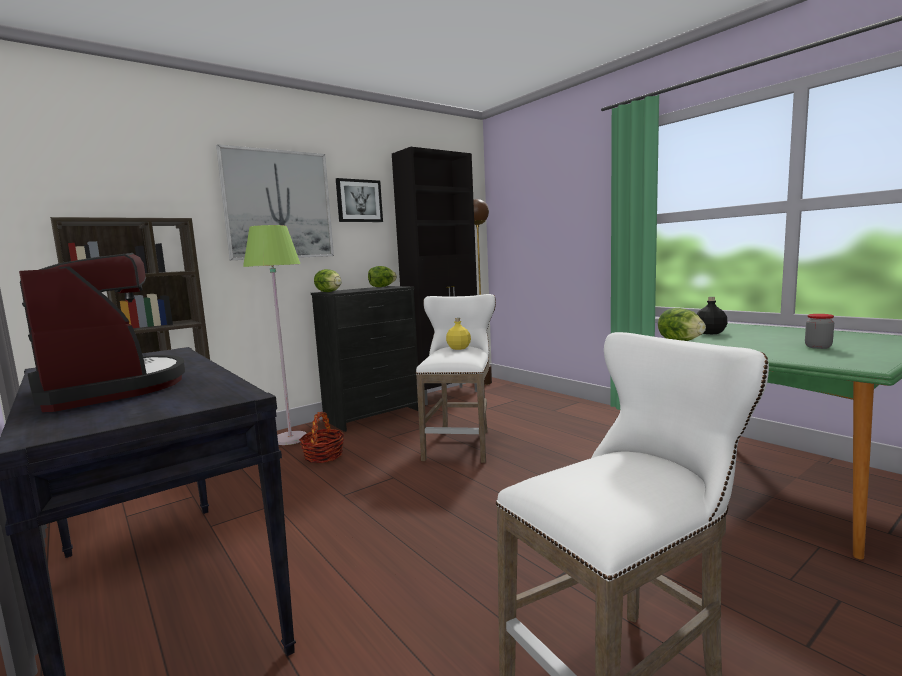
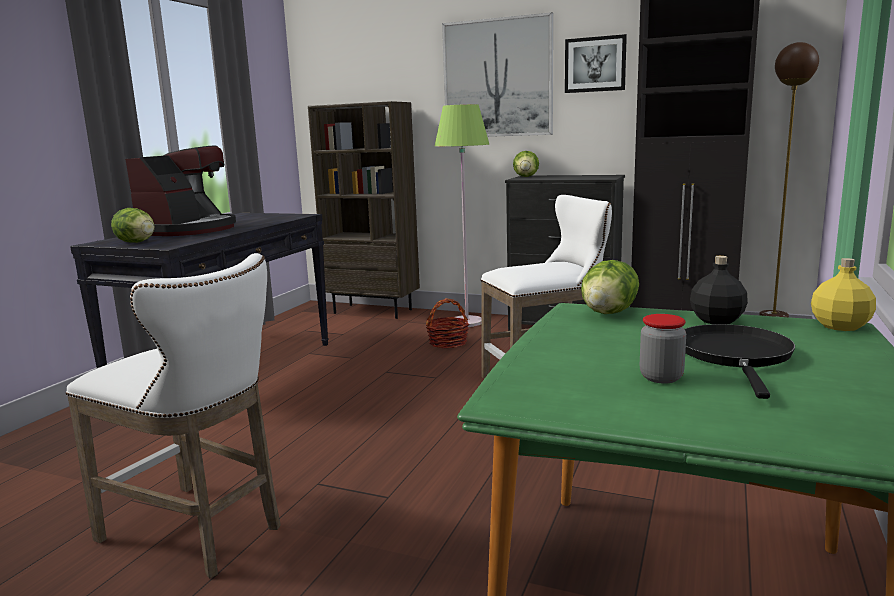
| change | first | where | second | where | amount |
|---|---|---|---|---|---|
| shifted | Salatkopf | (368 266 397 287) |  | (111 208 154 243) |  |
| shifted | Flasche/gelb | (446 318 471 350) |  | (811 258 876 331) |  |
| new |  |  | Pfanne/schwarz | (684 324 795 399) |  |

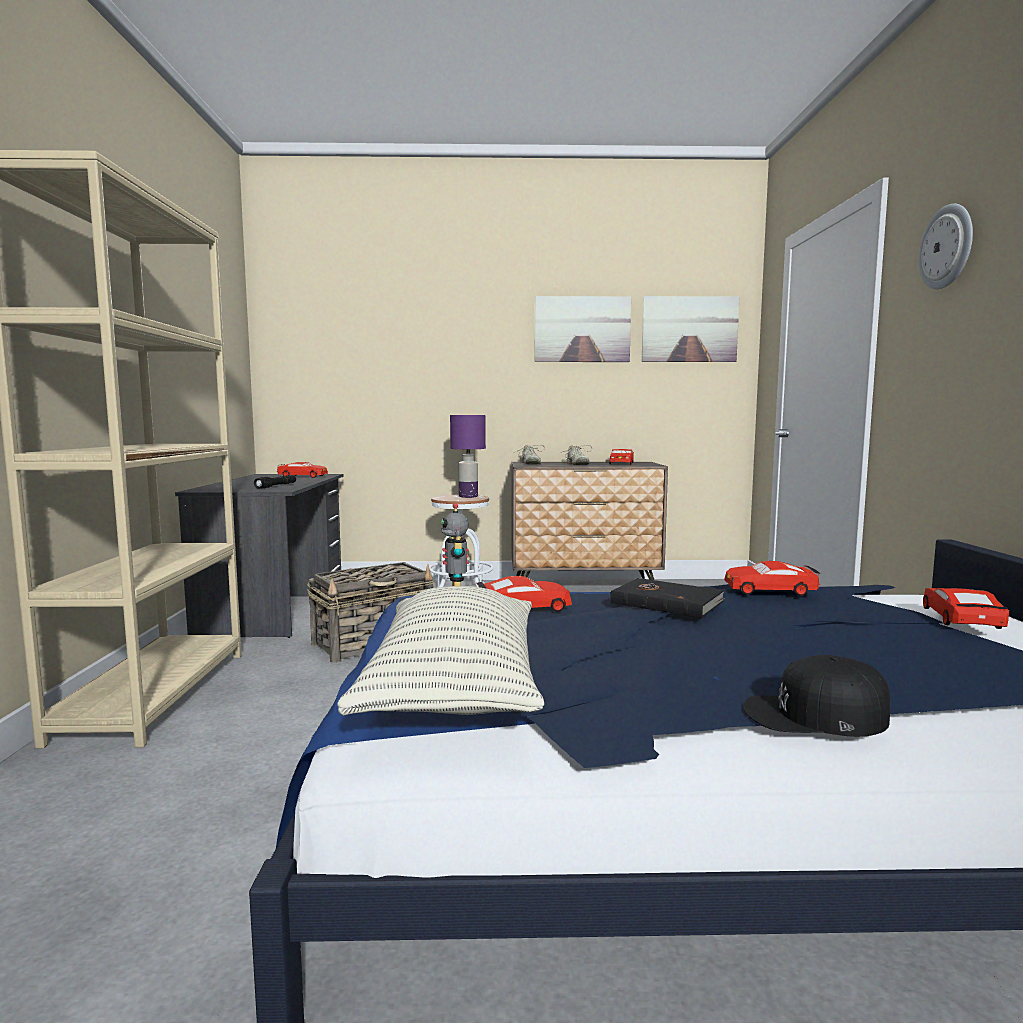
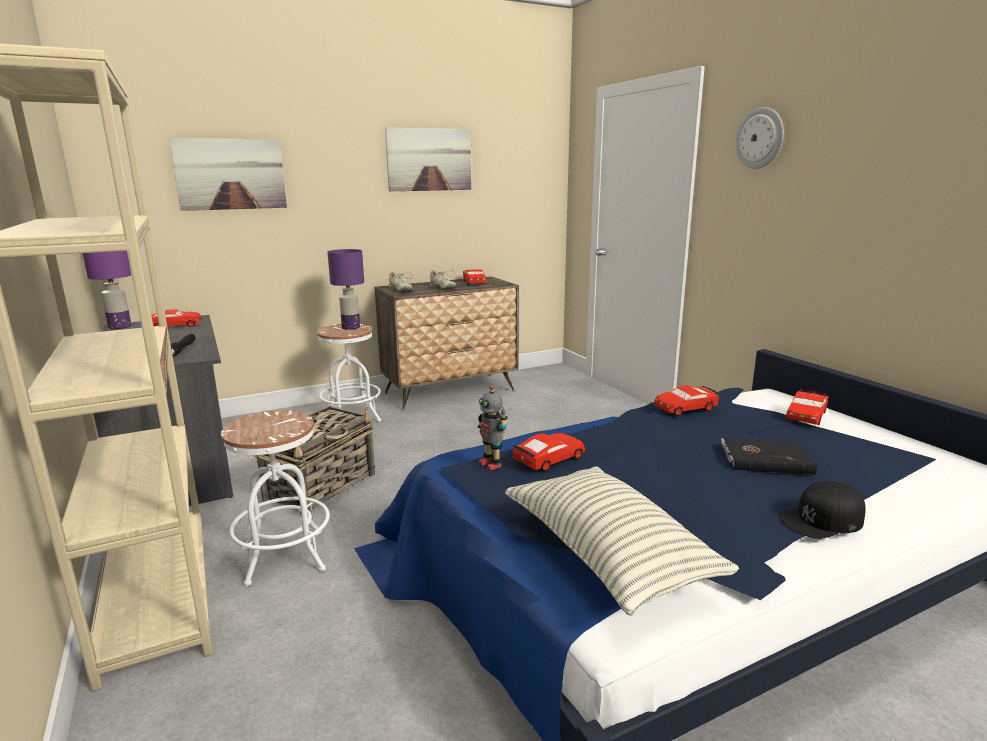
| change | first | where | second | where | amount |
|---|---|---|---|---|---|
| shifted | Buch/schwarz | (610 578 725 618) |  | (721 438 817 474) |  |
| shifted | Bild | (642 296 739 362) |  | (169 138 287 211) |  |
| rotated | Spielzeugauto/rot | (923 588 1009 629) |  | (786 390 829 425) | 135 degrees counterclockwise |
| new |  |  | Tischlampe/lila | (82 251 131 329) |  |
| new |  |  | Hocker/weiß | (221 410 330 586) |  |

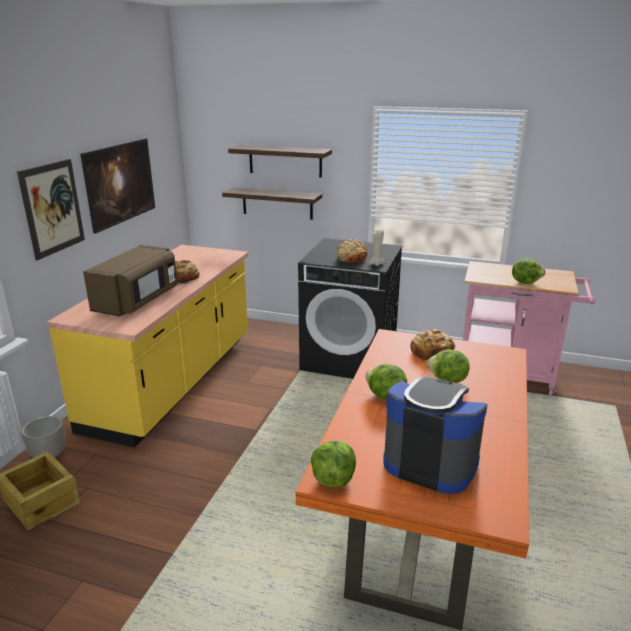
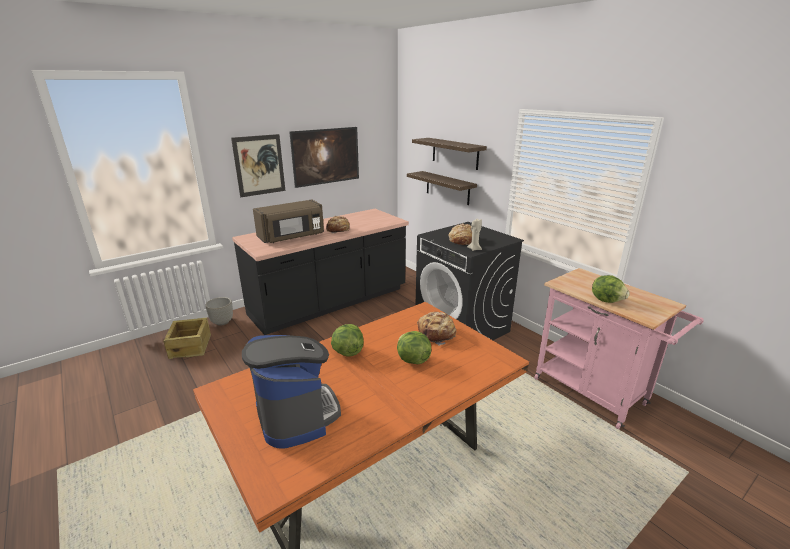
| change | first | where | second | where | amount |
|---|---|---|---|---|---|
| repainted | Küchenzeile/gelb | (47 245 248 447) | Küchenzeile/schwarz | (232 209 409 335) |  |
| gone | Salatkopf | (311 441 356 488) |  |  |  |

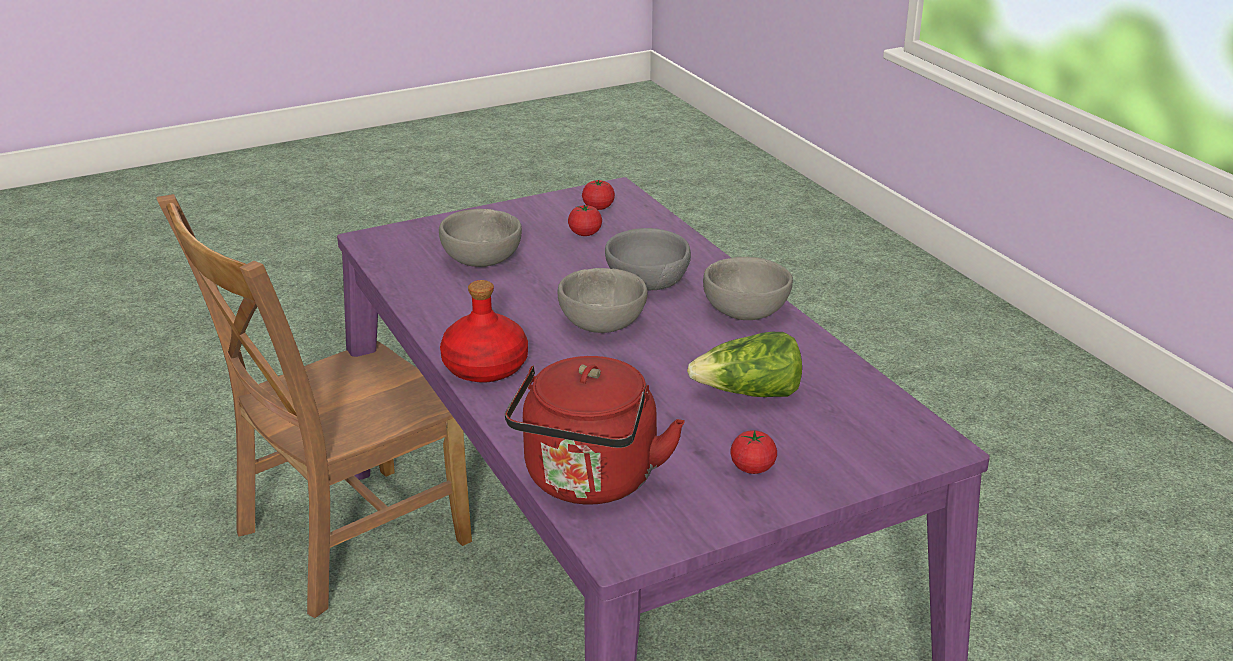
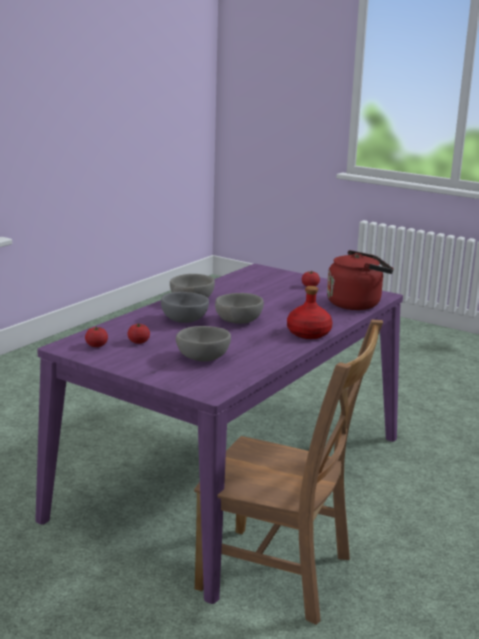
| change | first | where | second | where | amount |
|---|---|---|---|---|---|
| gone | Salatkopf | (687 332 802 397) |  |  |  |

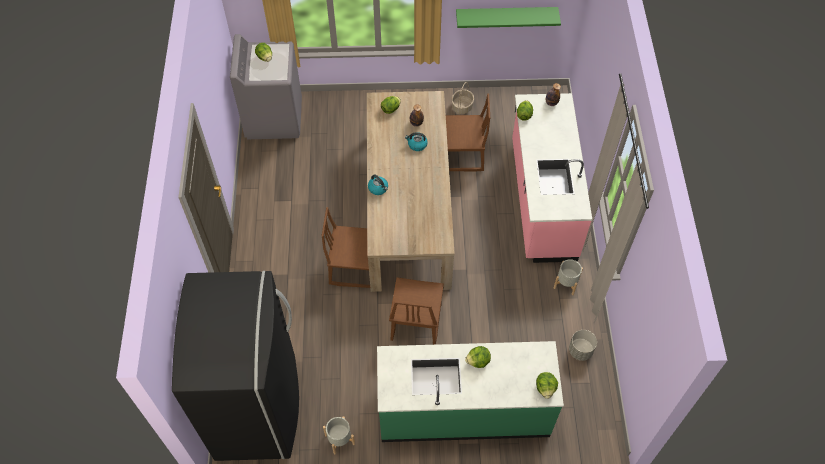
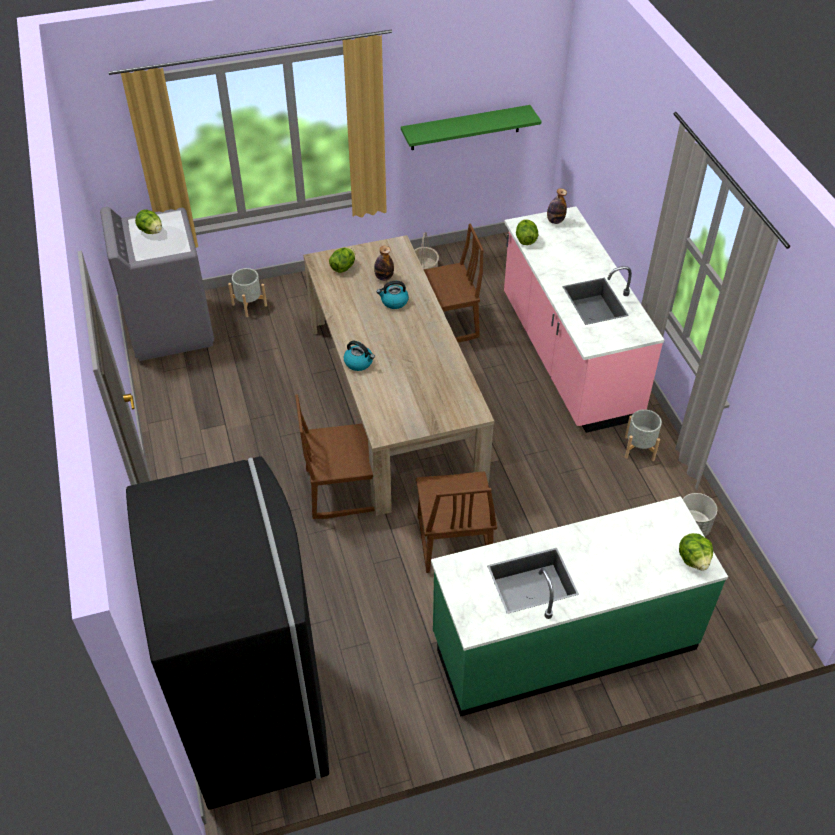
| change | first | where | second | where | amount |
|---|---|---|---|---|---|
| shifted | Pflanzkübel/grau | (323 416 355 454) |  | (228 268 267 317) |  |
| gone | Salatkopf | (465 346 491 368) |  |  |  |

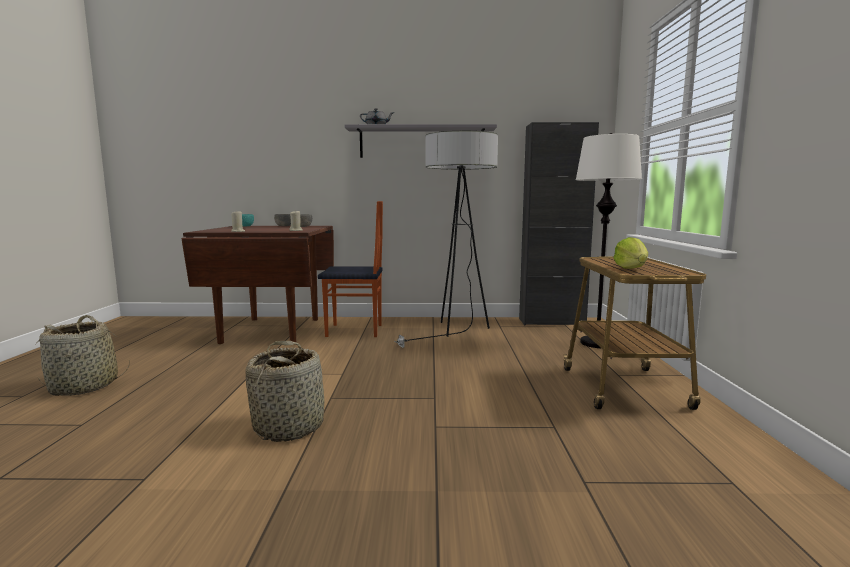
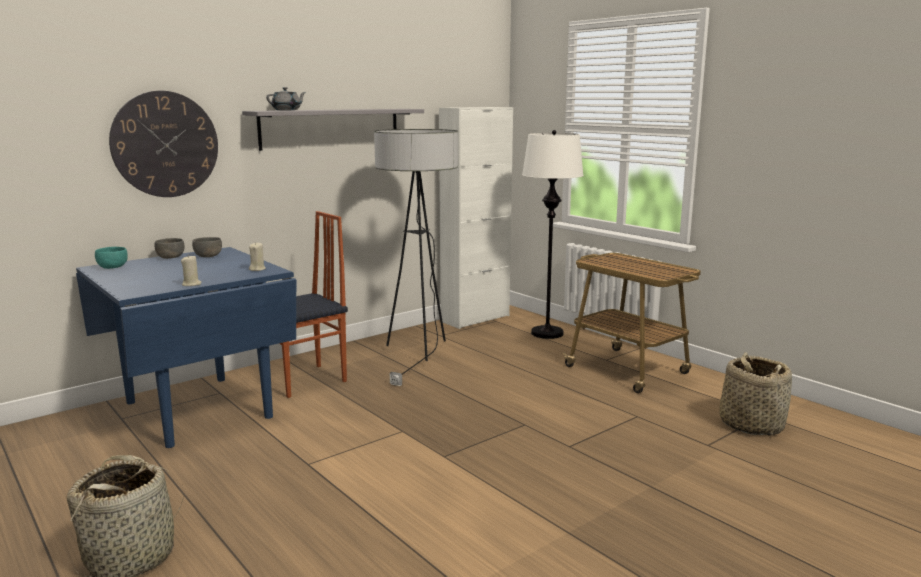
| change | first | where | second | where | amount |
|---|---|---|---|---|---|
| repainted | Esstisch/braun | (181 226 334 344) | Esstisch/blau | (76 247 296 448) |  |
| shifted | Korb | (245 341 324 442) |  | (719 352 792 436) |  |
| repainted | Schrank/schwarz | (519 122 599 325) | Schrank/weiß | (439 107 513 329) |  |
| gone | Salatkopf | (614 237 648 269) |  |  |  |
| new |  |  | Wanduhr | (109 91 218 197) |  |

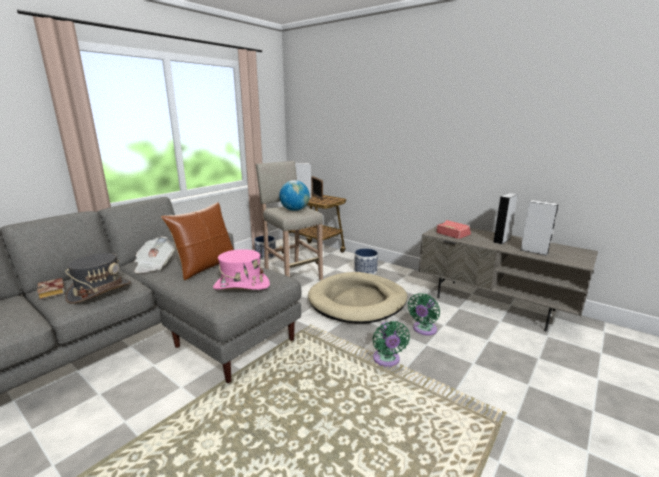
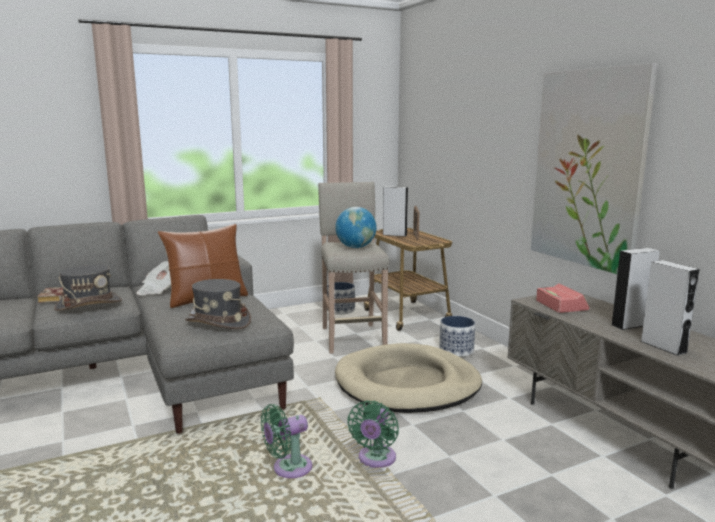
| change | first | where | second | where | amount |
|---|---|---|---|---|---|
| repainted | Hut/rosa | (213 249 270 290) | Hut/grau | (185 279 251 329) |  |
| shifted | Ventilator/grün | (408 293 440 335) |  | (261 404 312 478) |  |
| new |  |  | Bild | (531 63 658 274) |  |

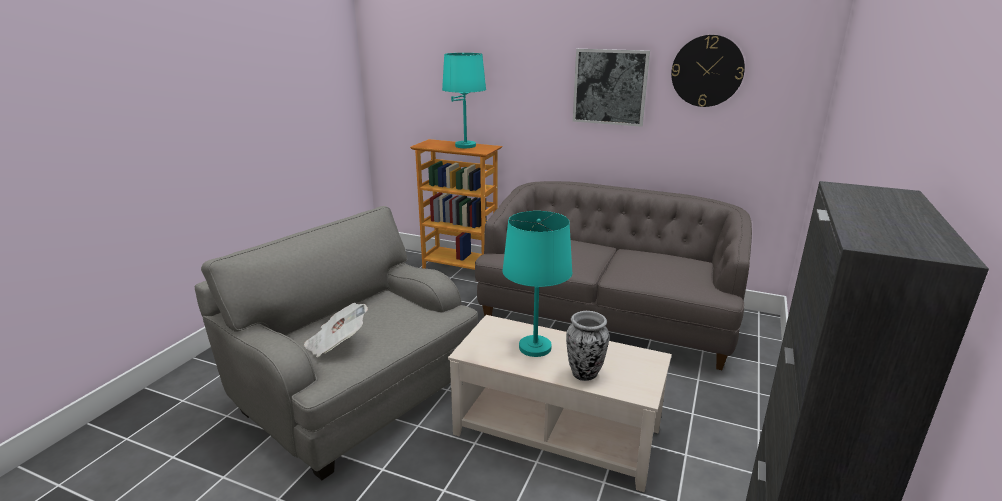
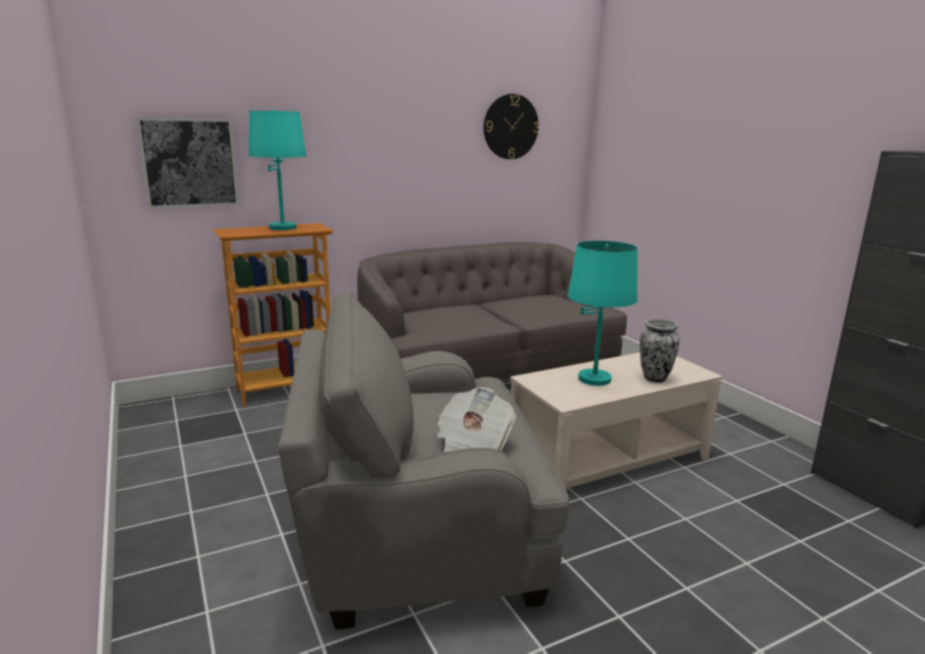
| change | first | where | second | where | amount |
|---|---|---|---|---|---|
| shifted | Bild | (573 49 650 127) |  | (136 117 240 209) |  |

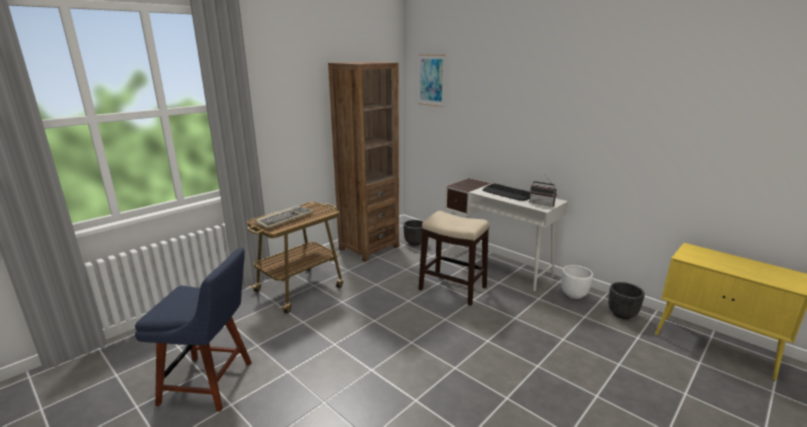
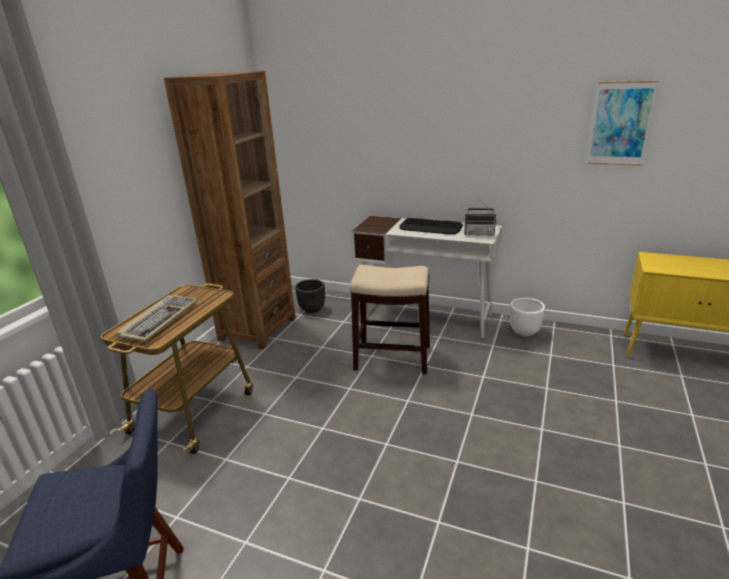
| change | first | where | second | where | amount |
|---|---|---|---|---|---|
| shifted | Bild | (418 54 445 107) |  | (586 81 659 166) |  |
| gone | Pflanzkübel/schwarz | (608 282 645 319) |  |  |  |

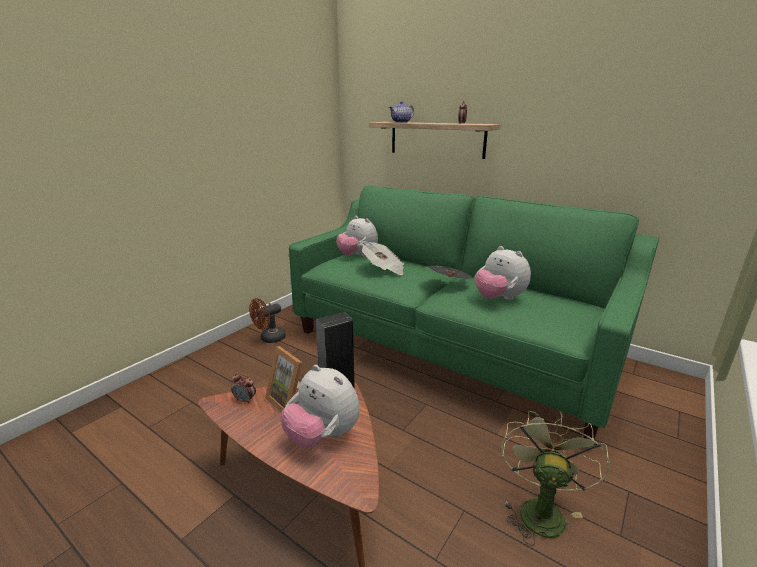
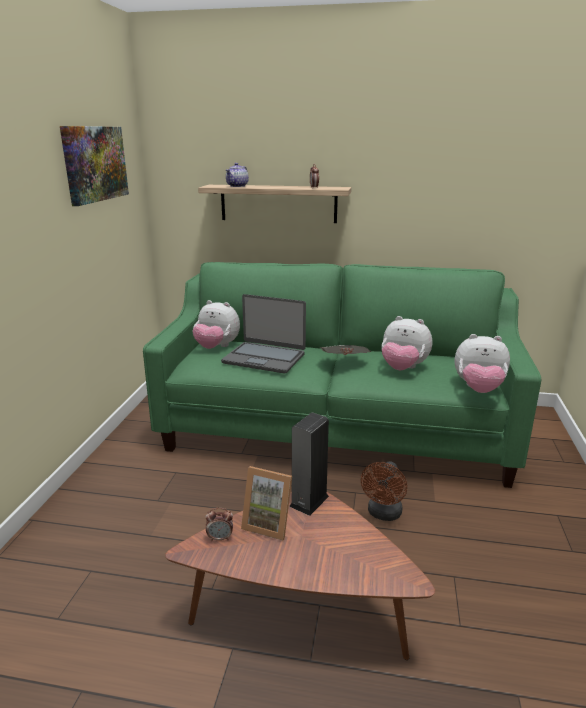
| change | first | where | second | where | amount |
|---|---|---|---|---|---|
| shifted | Ventilator/braun | (249 298 286 343) |  | (361 461 407 521) |  |
| shifted | Plüschtier | (280 365 360 448) |  | (454 334 510 393) |  |
| swapped | Zeitung | (361 241 404 275) | Laptop | (221 294 306 374) |  |
| gone | Ventilator/grün | (501 411 610 546) |  |  |  |
| new |  |  | Bild | (60 126 129 206) |  |

